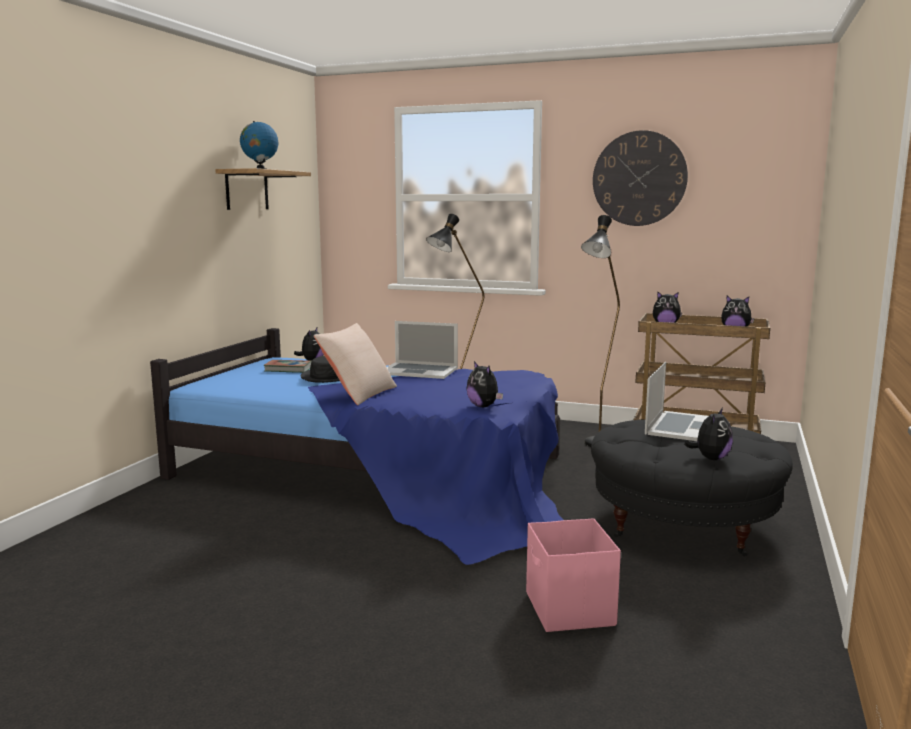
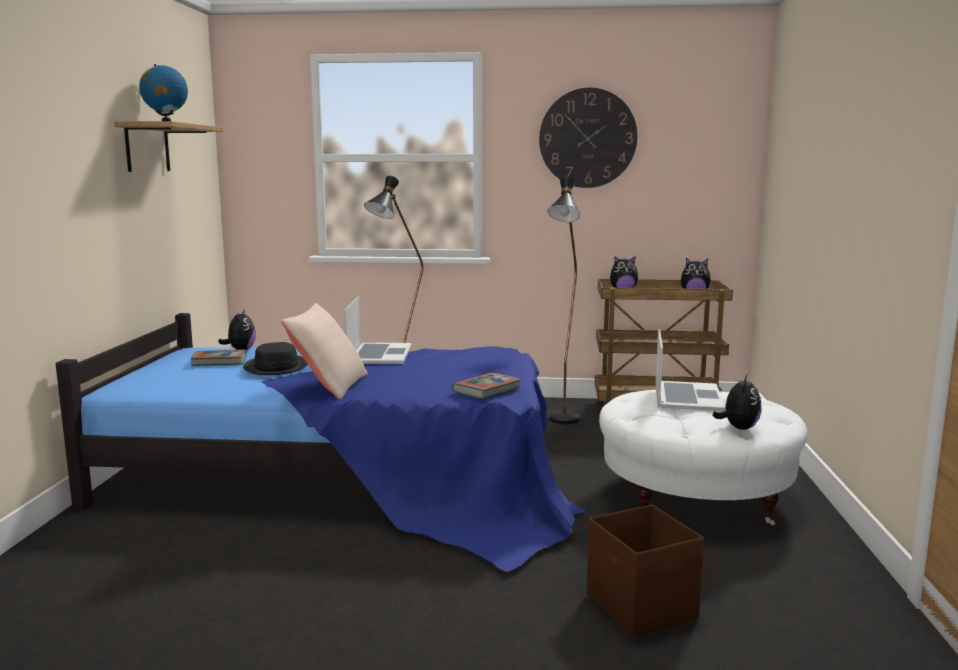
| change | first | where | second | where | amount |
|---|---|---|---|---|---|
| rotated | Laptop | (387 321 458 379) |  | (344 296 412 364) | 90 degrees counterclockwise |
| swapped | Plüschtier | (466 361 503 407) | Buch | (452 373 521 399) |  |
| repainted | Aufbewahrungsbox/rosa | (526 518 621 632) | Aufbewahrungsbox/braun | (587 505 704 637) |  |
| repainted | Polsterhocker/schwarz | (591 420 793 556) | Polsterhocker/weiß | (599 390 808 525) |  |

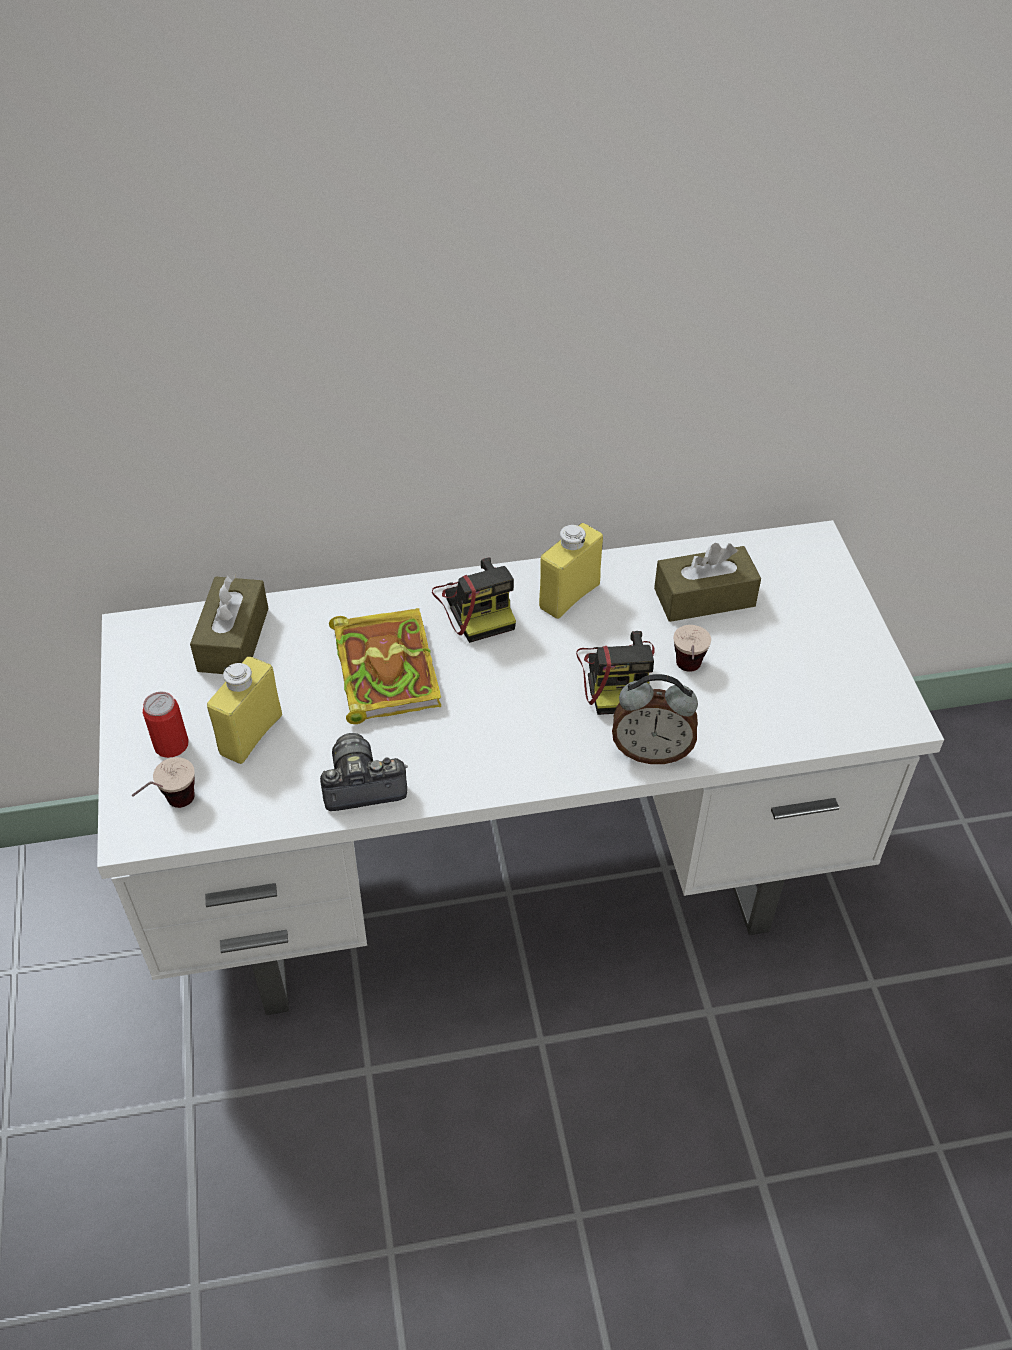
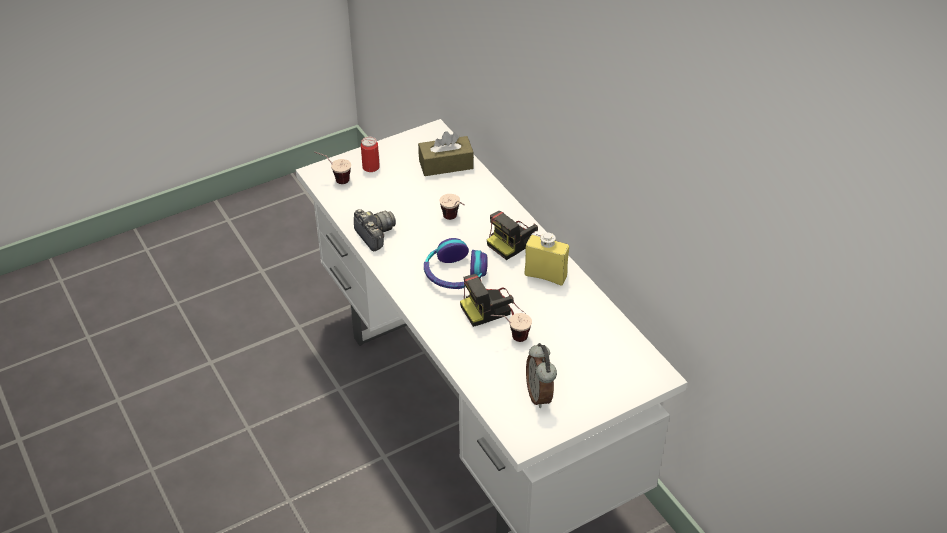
| change | first | where | second | where | amount |
|---|---|---|---|---|---|
| gone | Flasche/gelb | (207 657 282 764) |  |  |  |
| swapped | Buch | (329 608 441 724) | Tasse | (439 194 465 220) |  |
| shifted | Wecker | (612 674 698 764) |  | (526 343 557 408) |  |
| gone | Taschentuchbox/braun | (654 543 761 622) |  |  |  |
| new |  |  | Kopfhörer | (424 238 488 289) |  |

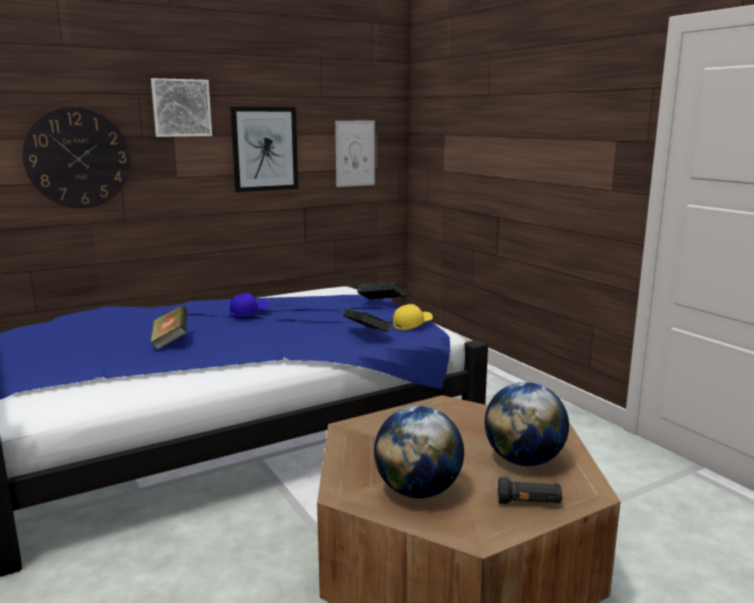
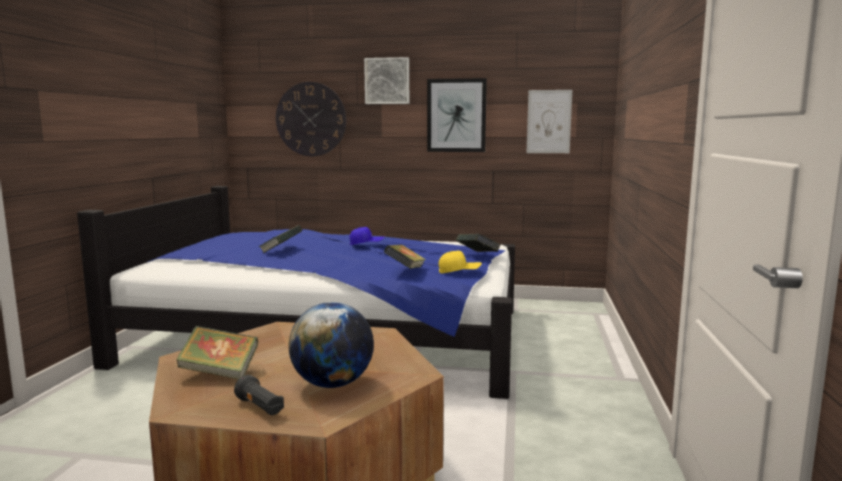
| change | first | where | second | where | amount |
|---|---|---|---|---|---|
| swapped | Globus | (374 406 464 498) | Buch | (176 326 258 379) |  |

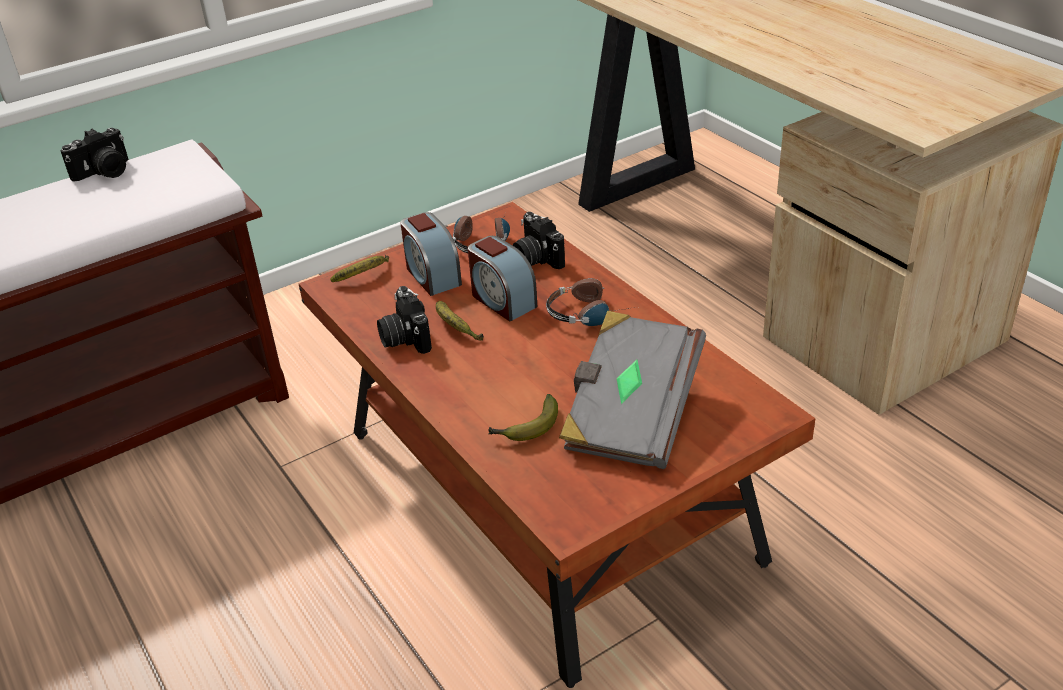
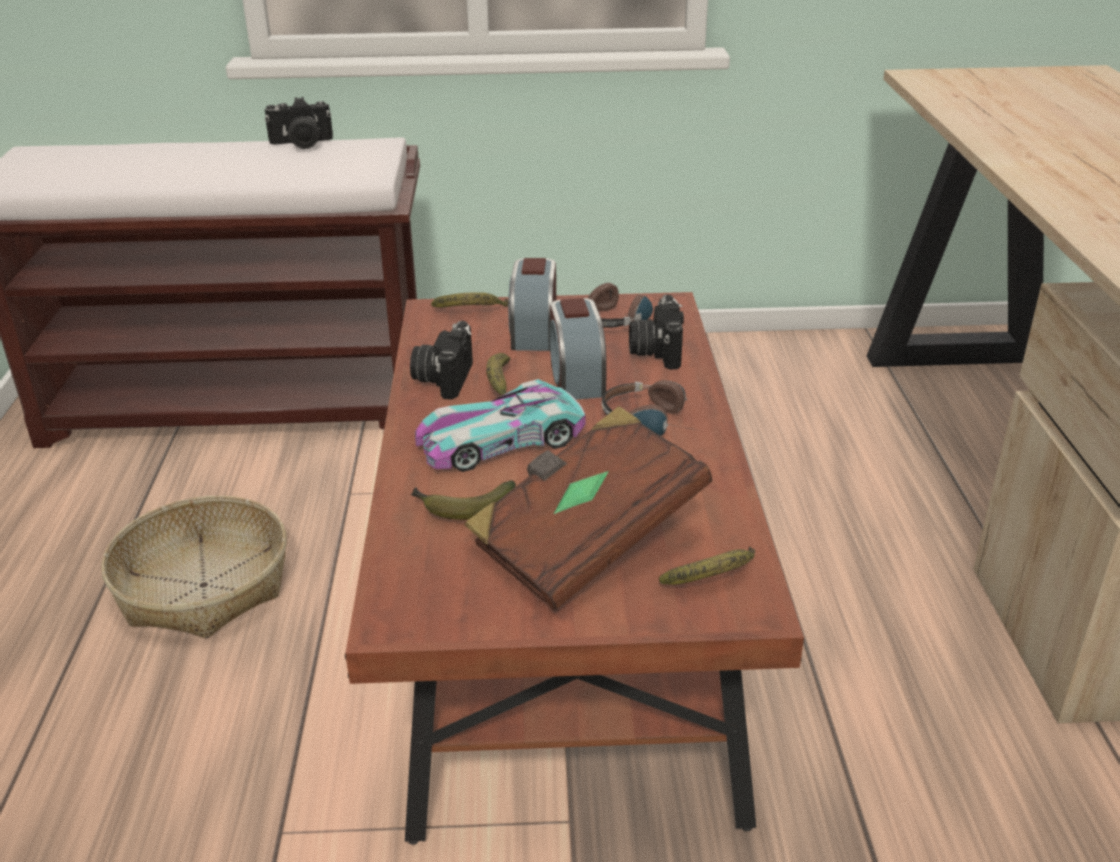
| change | first | where | second | where | amount |
|---|---|---|---|---|---|
| repainted | Buch/grau | (559 311 706 469) | Buch/braun | (464 406 712 611) |  |
| new |  |  | Korb | (101 496 287 638) |  |
| new |  |  | Spielzeugauto | (415 379 585 472) |  |
| new |  |  | Banane | (659 546 755 585) |  |

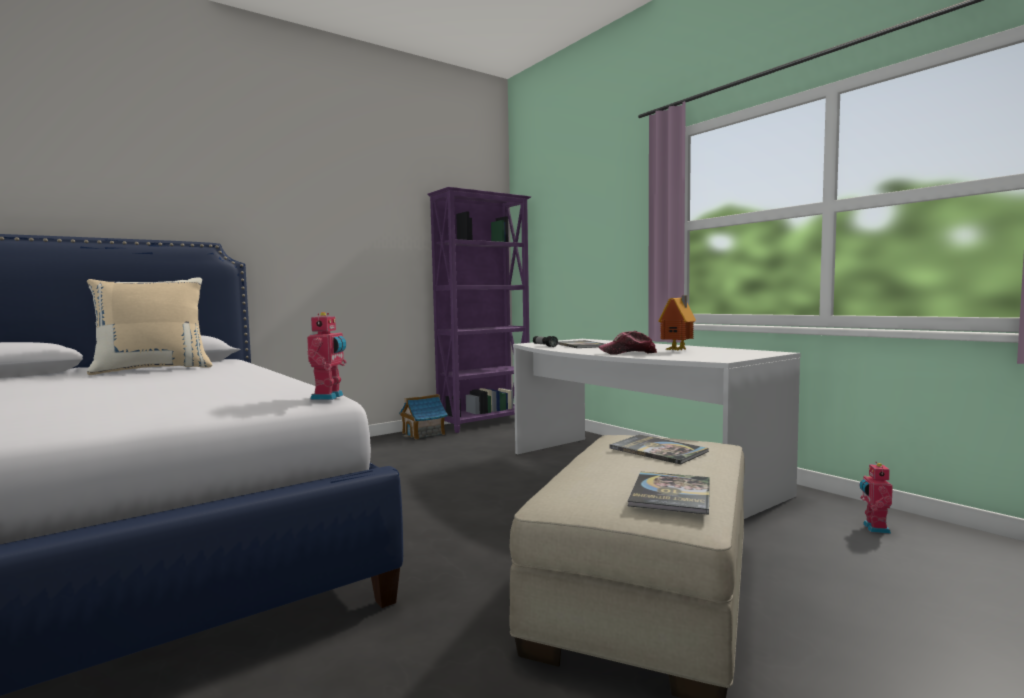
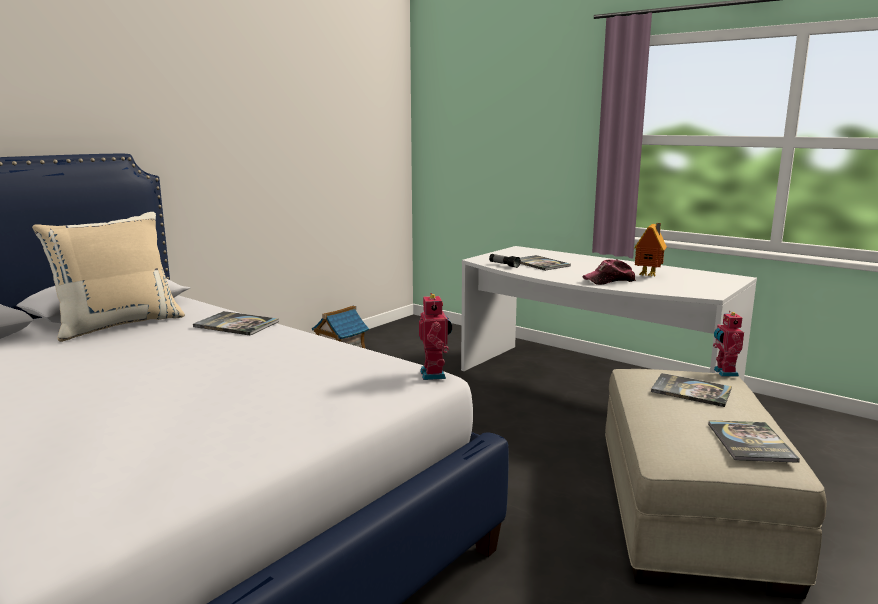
| change | first | where | second | where | amount |
|---|---|---|---|---|---|
| gone | Bücherregal/lila | (427 187 531 433) |  |  |  |
| shifted | Spielzeugroboter | (860 462 893 534) |  | (713 311 744 377) |  |
| new |  |  | Buch | (193 311 279 336) |  |

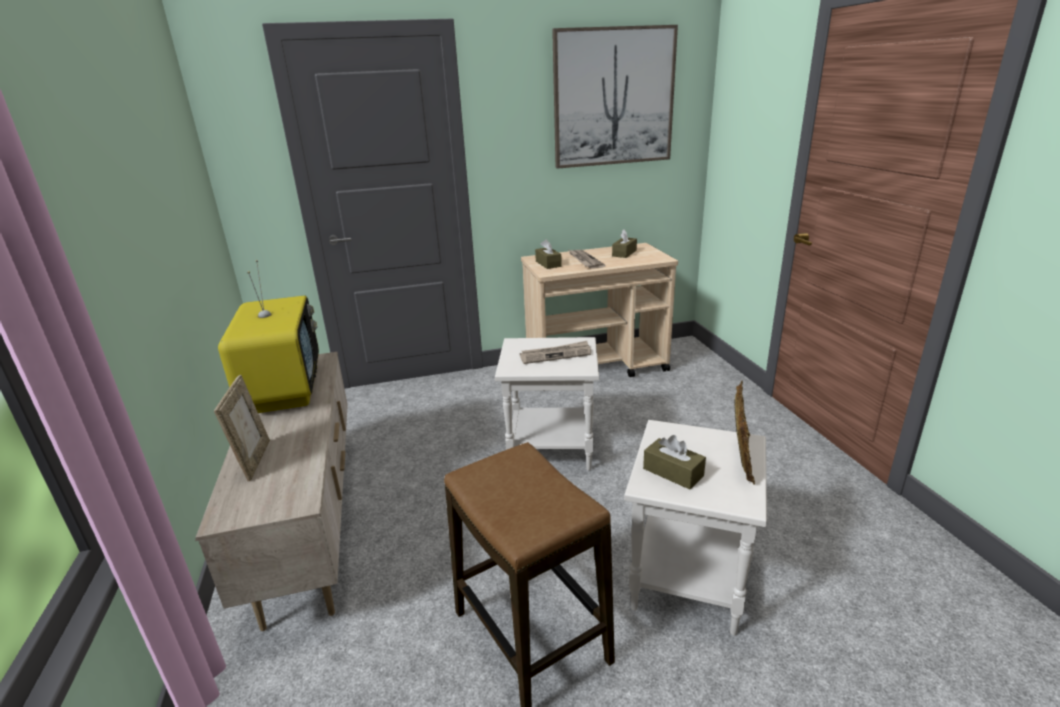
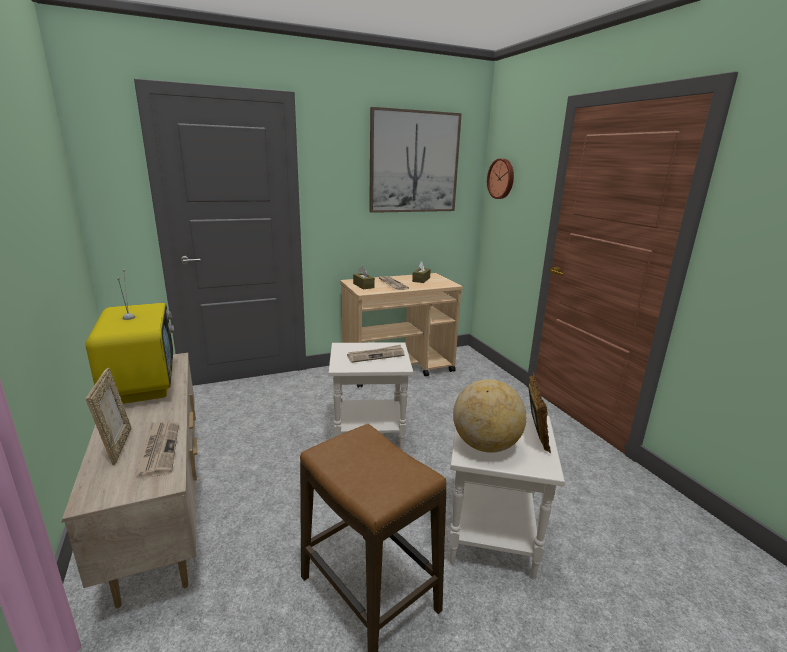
| change | first | where | second | where | amount |
|---|---|---|---|---|---|
| swapped | Taschentuchbox/braun | (643 435 706 490) | Globus | (453 379 527 453) |  |
| new |  |  | Zeitung | (135 422 179 478) |  |
| new |  |  | Wanduhr | (487 158 514 199) |  |

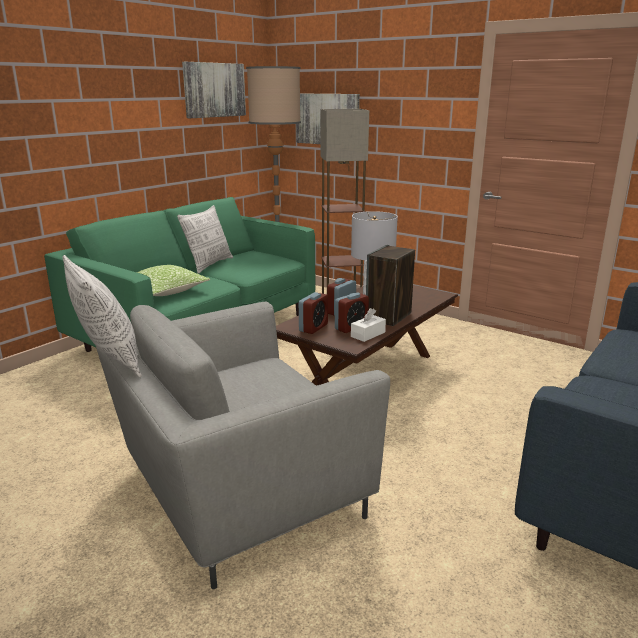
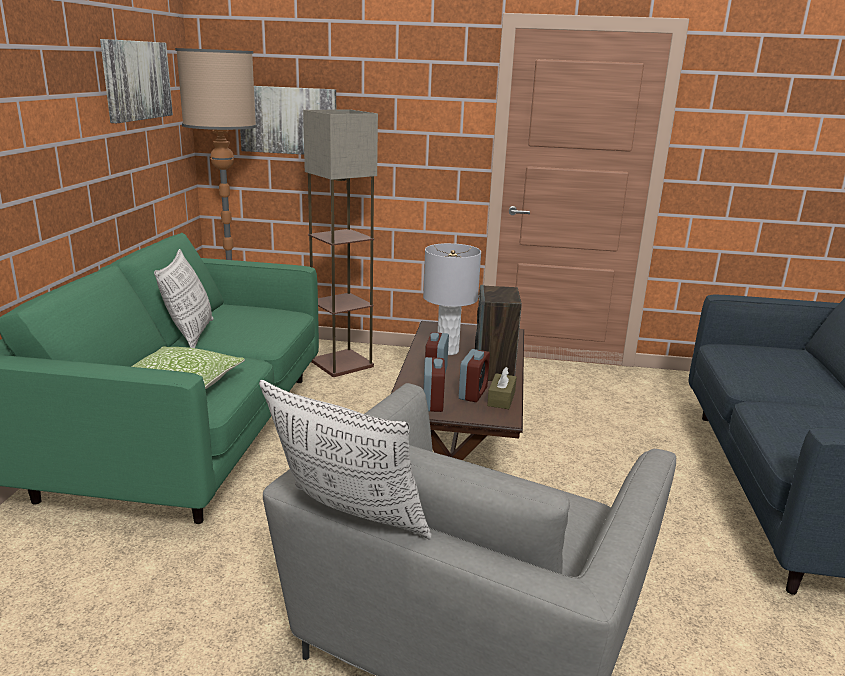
| change | first | where | second | where | amount |
|---|---|---|---|---|---|
| repainted | Taschentuchbox/weiß | (351 308 386 342) | Taschentuchbox/braun | (487 367 517 409) |  |

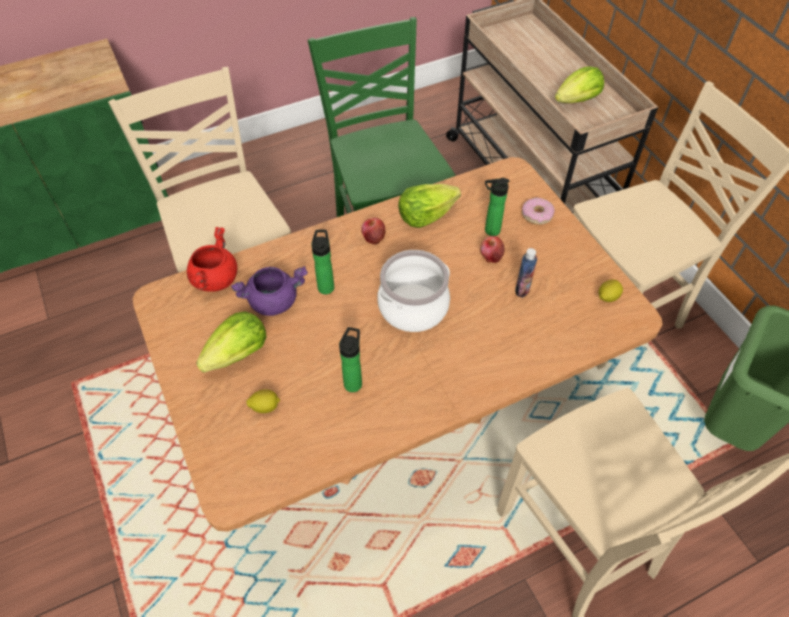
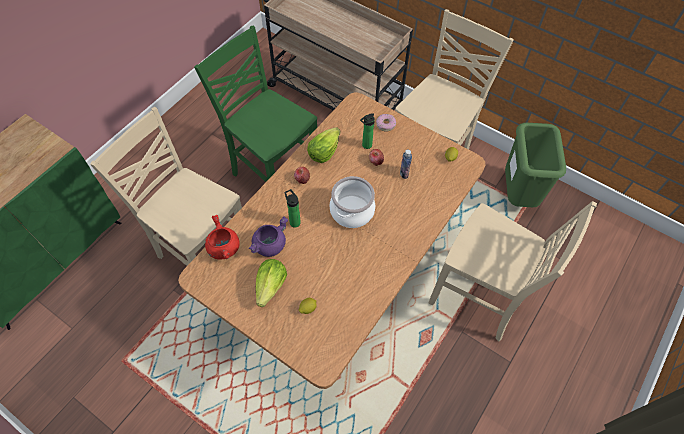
| change | first | where | second | where | amount |
|---|---|---|---|---|---|
| gone | Flasche | (339 327 362 392) |  |  |  |
| gone | Salatkopf | (555 66 604 103) |  |  |  |

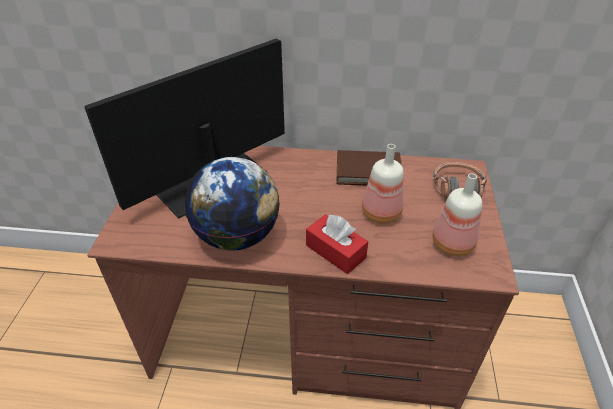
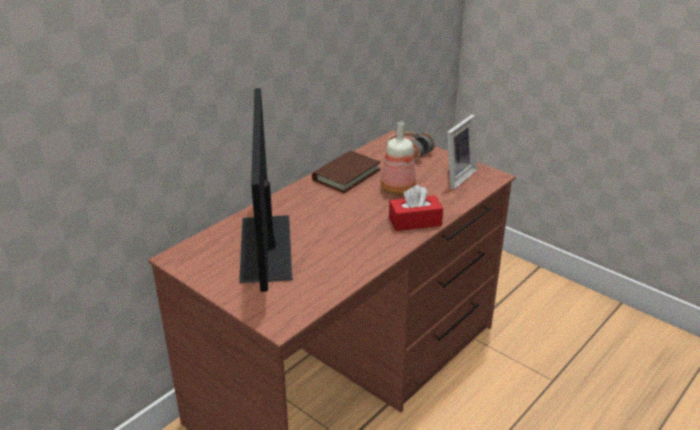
| change | first | where | second | where | amount |
|---|---|---|---|---|---|
| gone | Globus | (185 157 280 251) |  |  |  |
| swapped | Flasche | (432 173 482 256) | Bilderrahmen | (447 115 477 190) |  |

